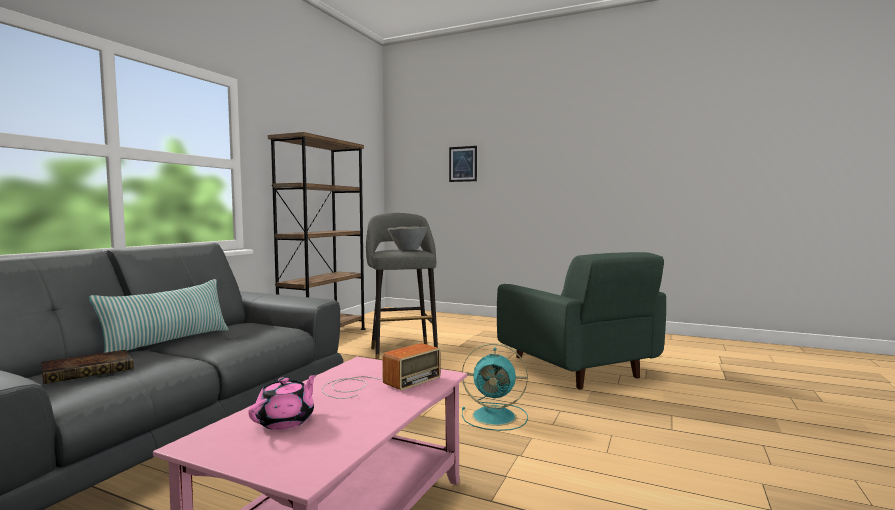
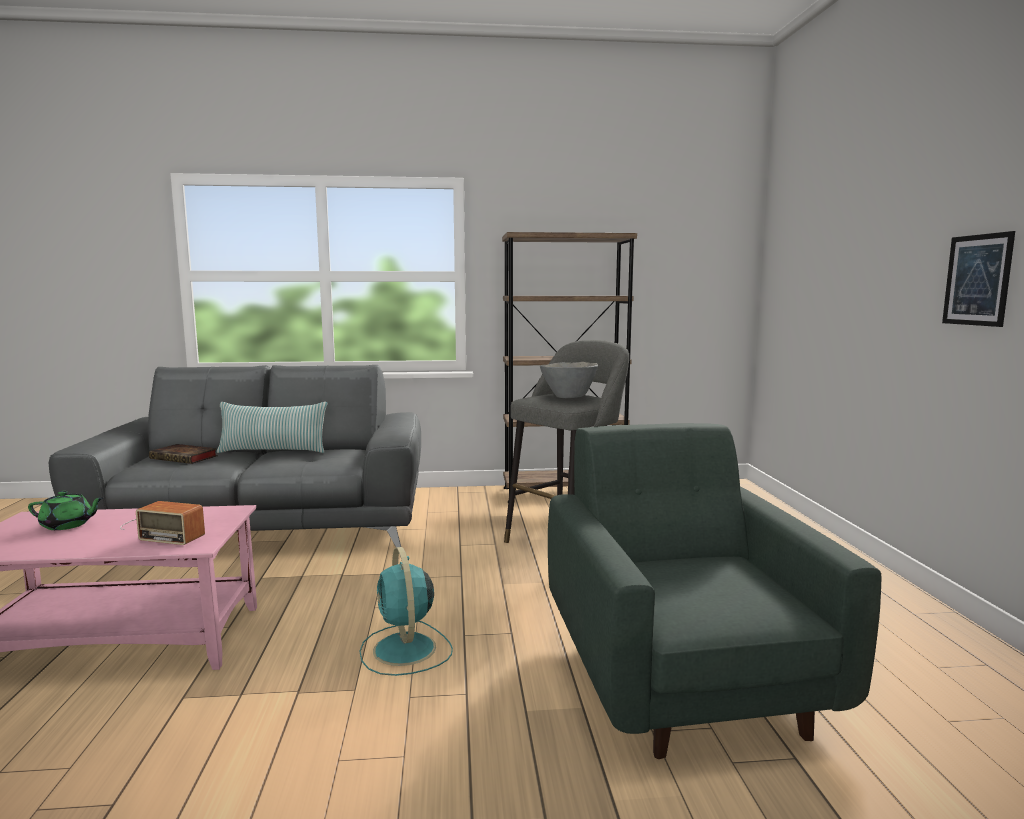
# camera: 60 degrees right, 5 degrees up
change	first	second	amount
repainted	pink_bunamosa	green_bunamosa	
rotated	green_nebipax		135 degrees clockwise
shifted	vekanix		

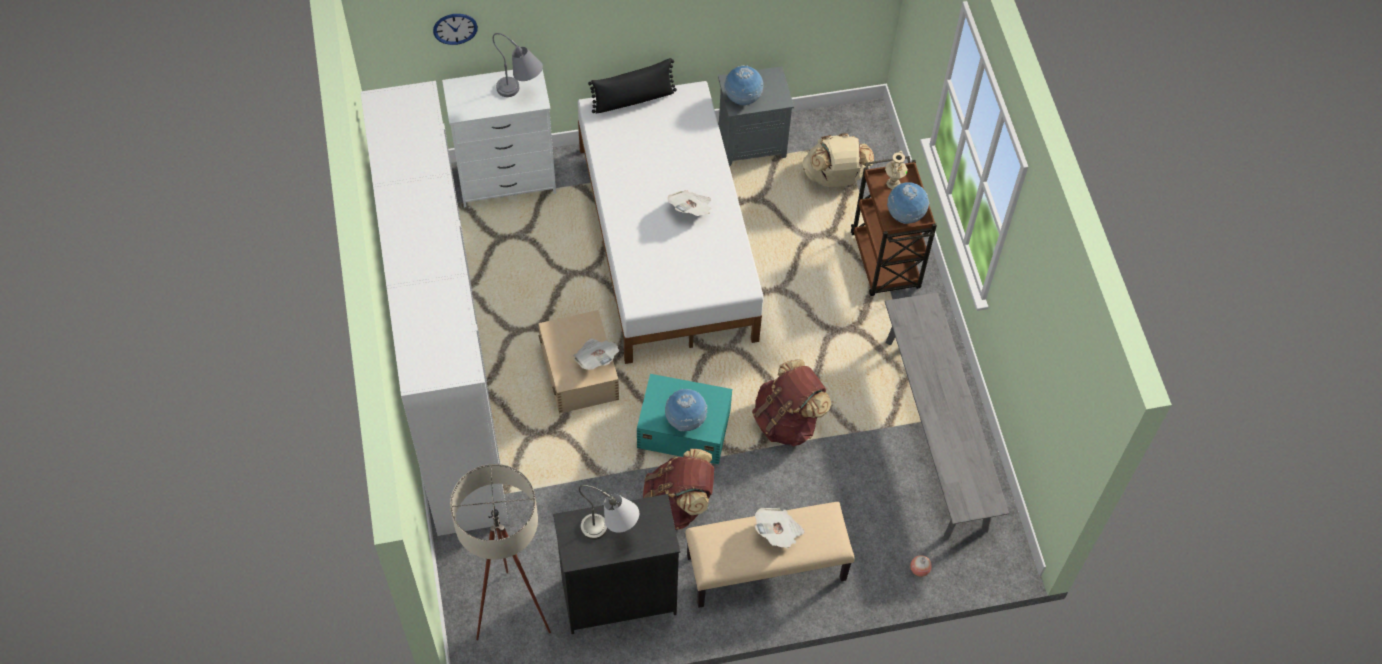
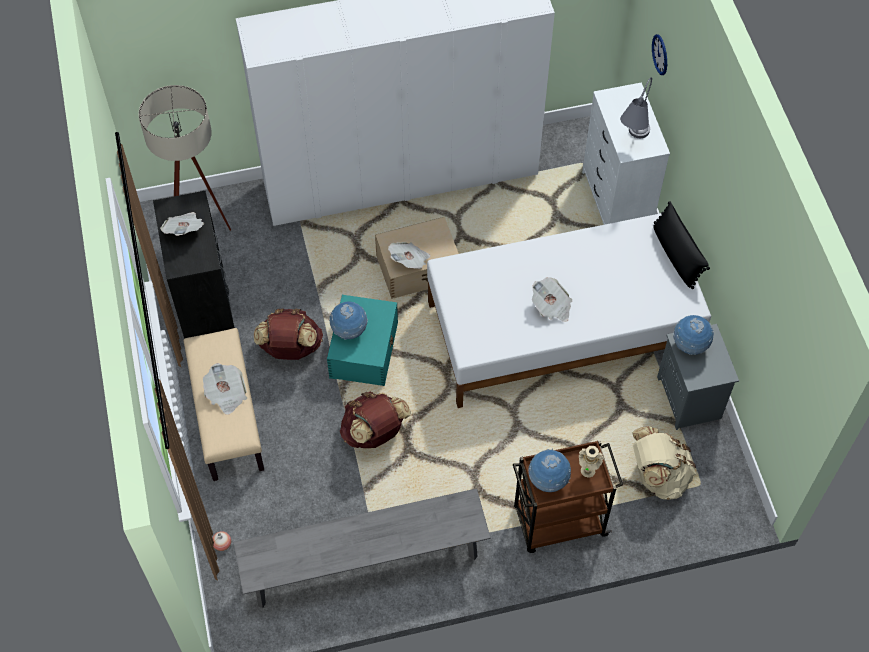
# camera: 90 degrees right, 0 degrees up
change	first	second	amount
swapped	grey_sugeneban (no. 2 from left)	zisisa (no. 1 from left)	

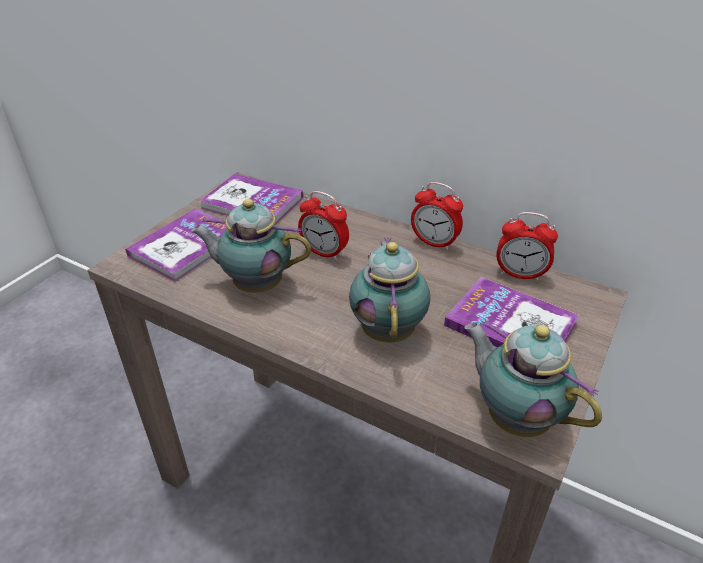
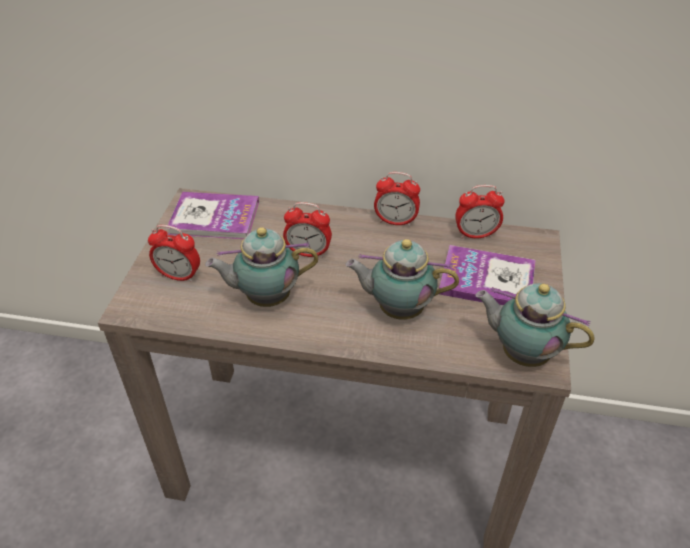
# camera: 20 degrees left, 5 degrees up
change	first	second	amount
swapped	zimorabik (no. 1 from left)	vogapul (no. 1 from left)	
rotated	bunamosa (no. 2 from left)		60 degrees counterclockwise

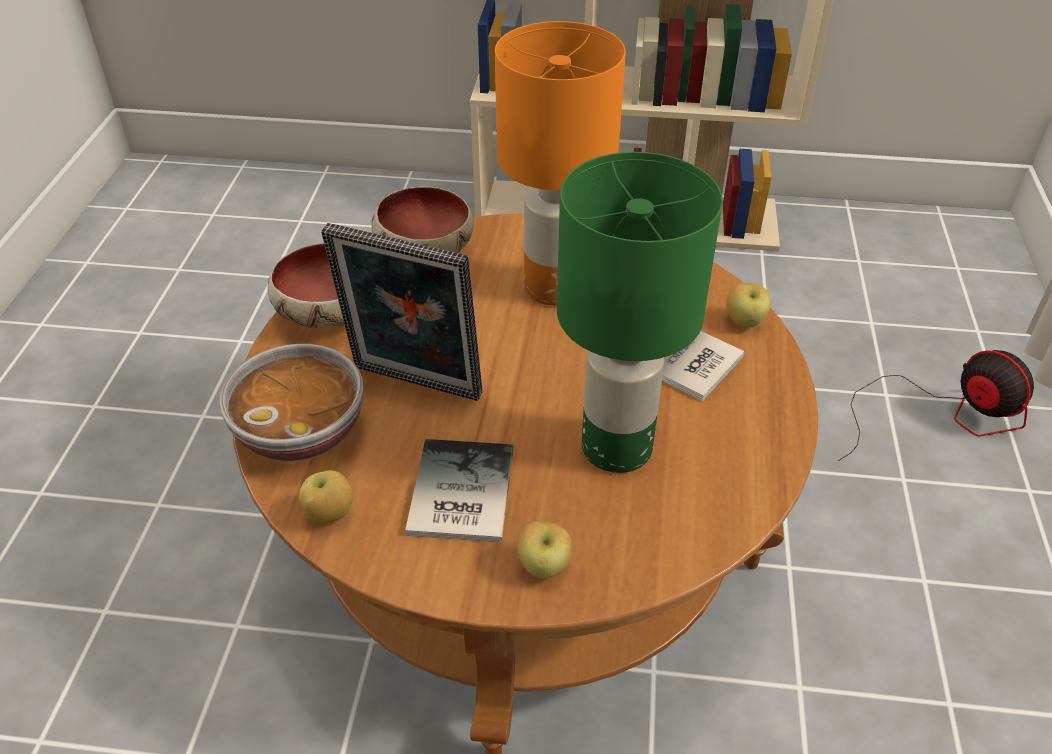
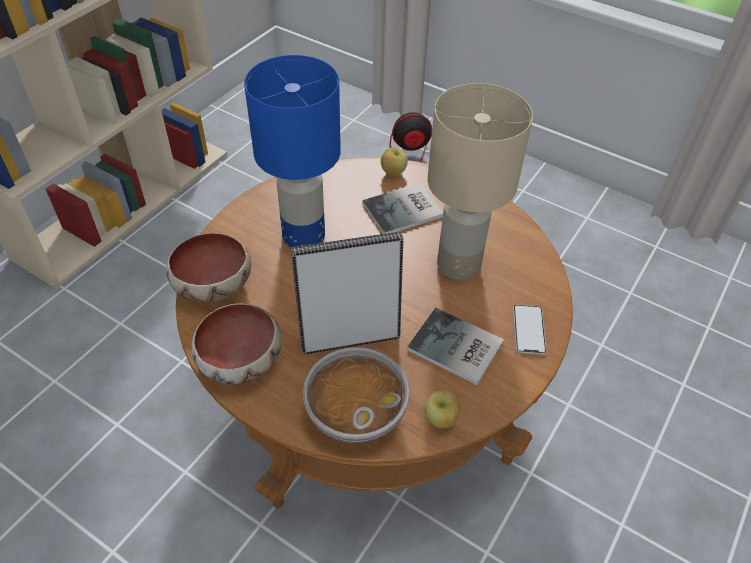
# camera: 65 degrees left, 5 degrees up
change	first	second	amount
repainted	orange_sugeneban	blue_sugeneban	
rotated	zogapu		150 degrees counterclockwise
repainted	green_sugeneban	beige_sugeneban	
swapped	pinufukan (no. 2 from left)	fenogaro	

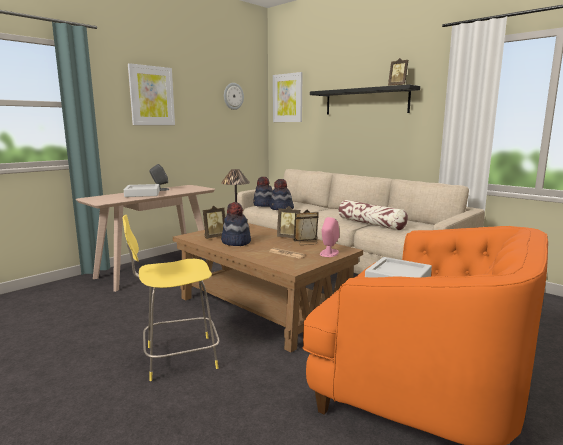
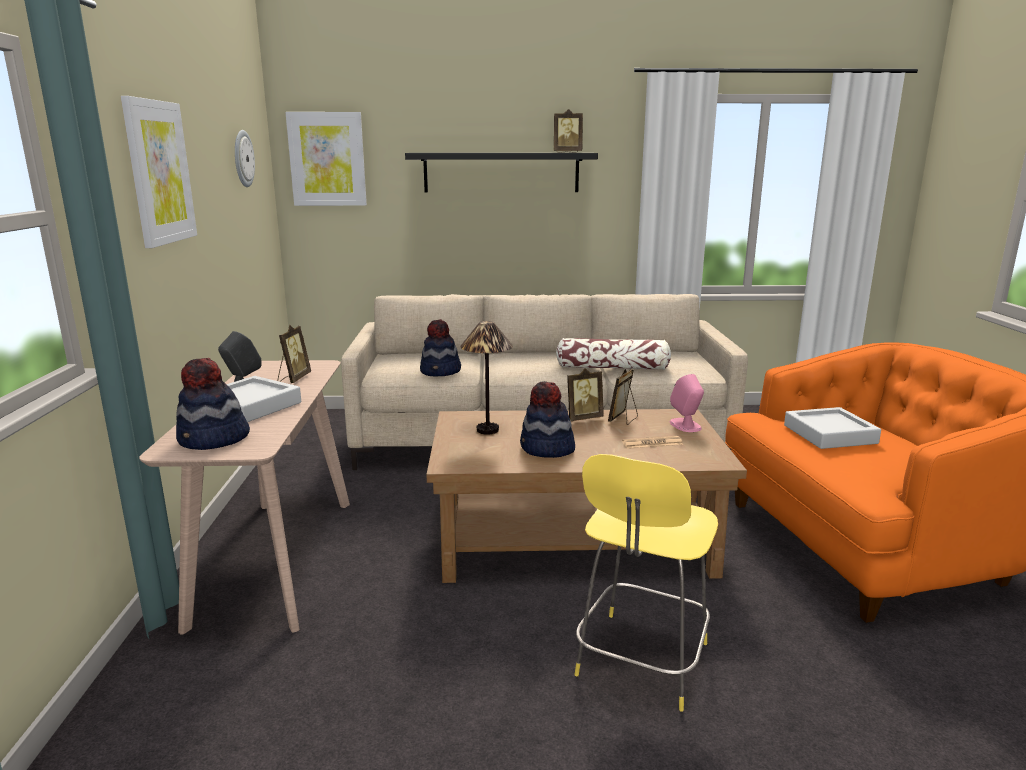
# camera: 45 degrees left, 5 degrees up
change	first	second	amount
shifted	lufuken (no. 2 from left in the first image)	lufuken (no. 1 from left)	
shifted	zogapu (no. 1 from left)		

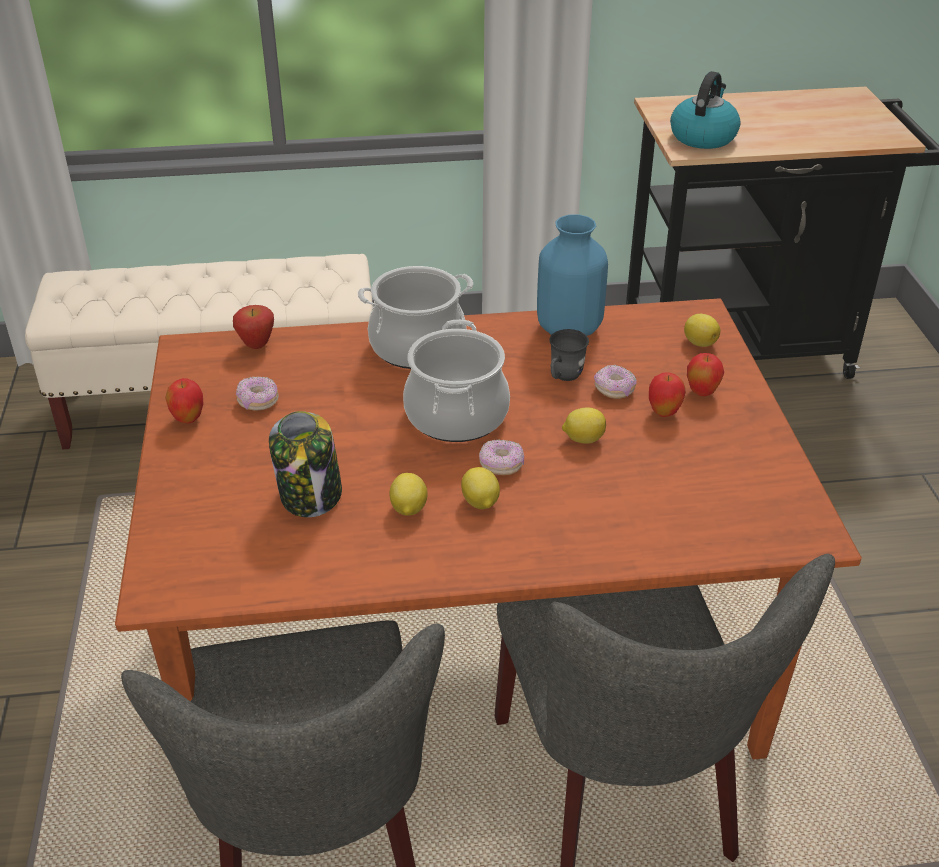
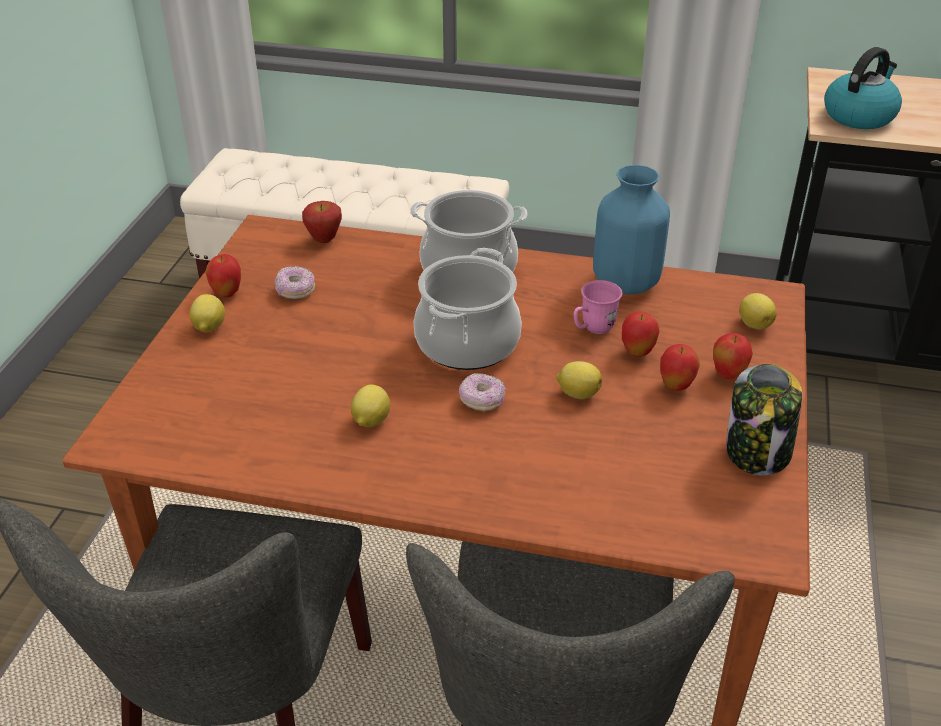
# camera: 20 degrees right, 0 degrees up
change	first	second	amount
shifted	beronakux (no. 2 from left in the first image)	beronakux (no. 1 from left)	
repainted	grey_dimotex	pink_dimotex	
swapped	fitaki (no. 3 from left)	pinufukan (no. 3 from left)	
shifted	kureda		

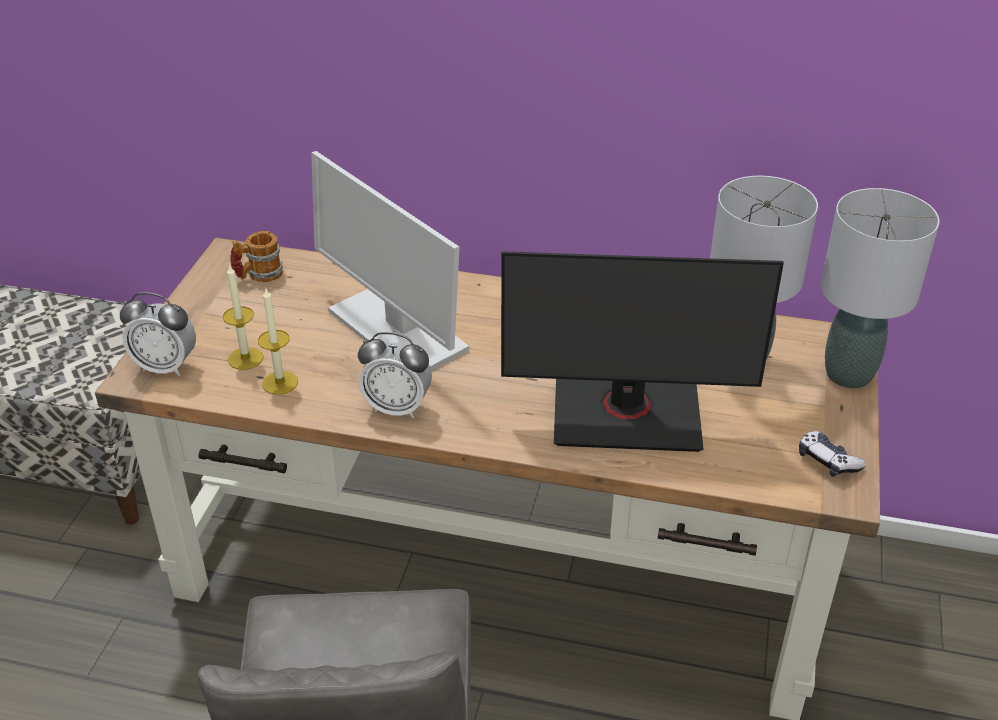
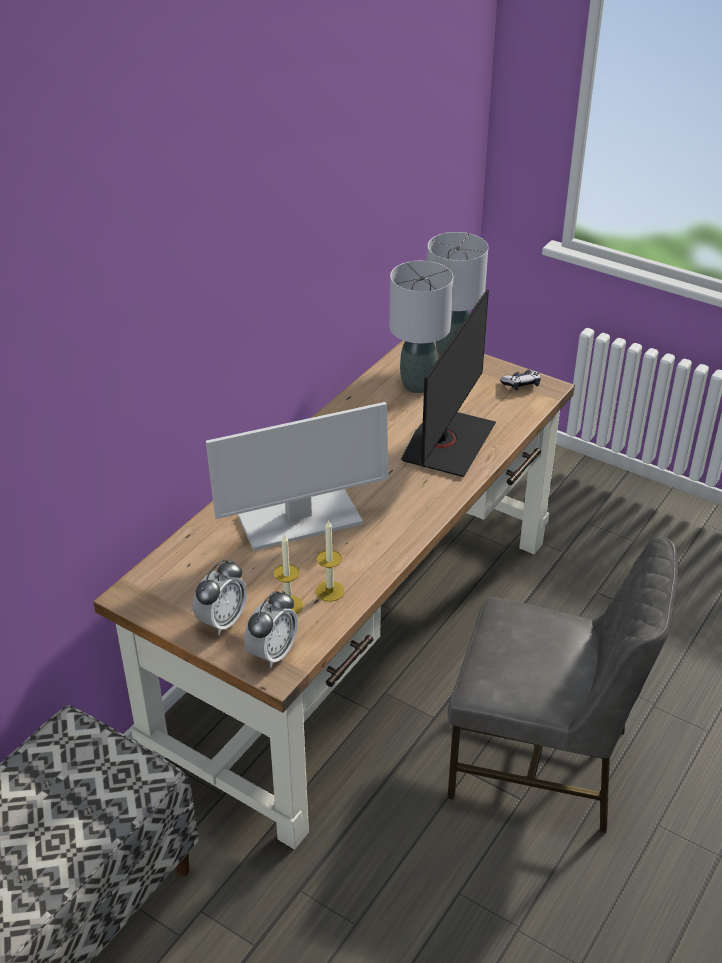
# camera: 70 degrees left, 0 degrees up
change	first	second	amount
shifted	vogapul (no. 2 from left in the first image)	vogapul (no. 1 from left)	
gone	dimotex		

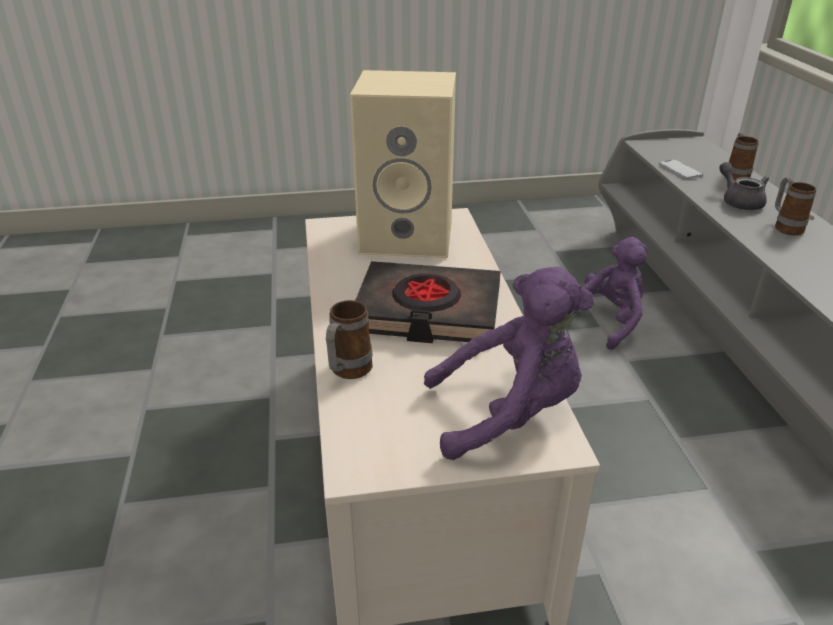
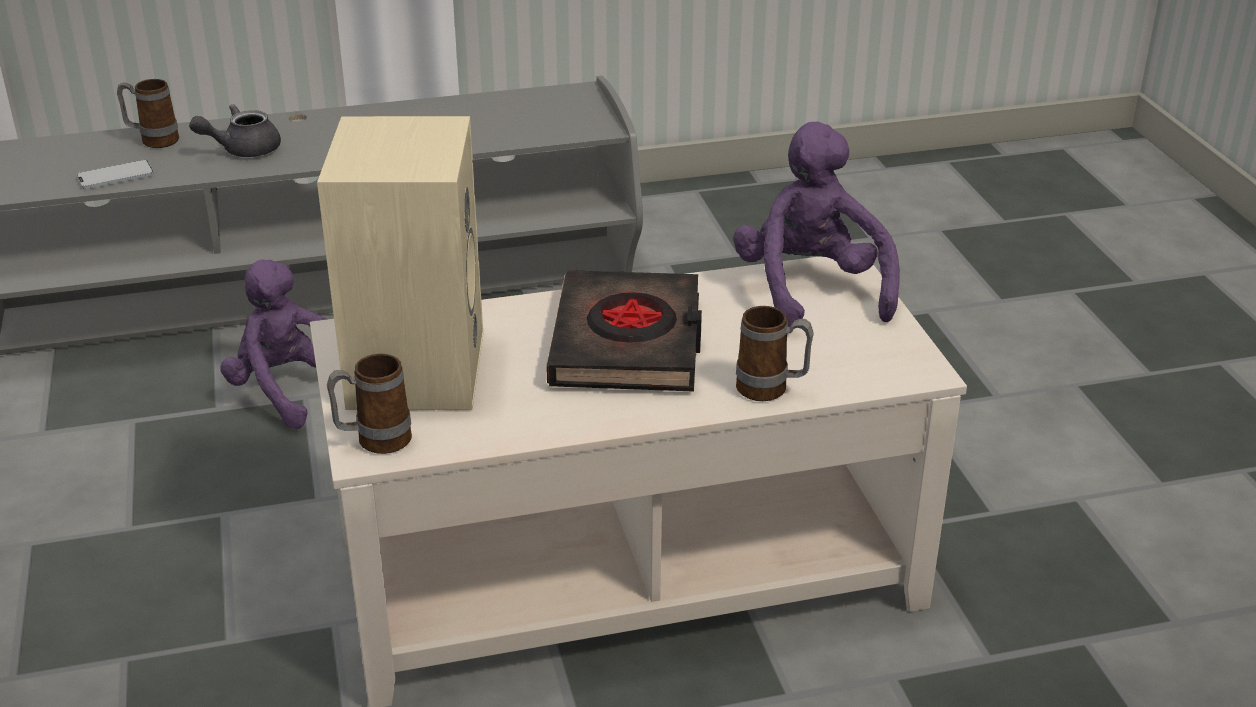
# camera: 95 degrees left, 0 degrees up
change	first	second	amount
shifted	dimotex (no. 3 from left in the first image)	dimotex (no. 2 from left)	

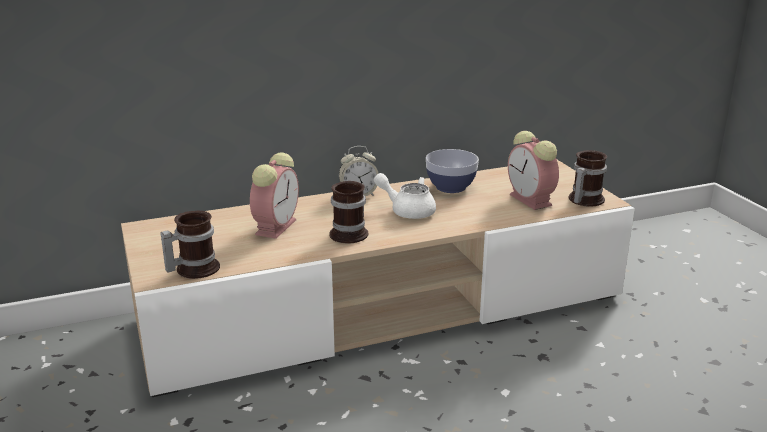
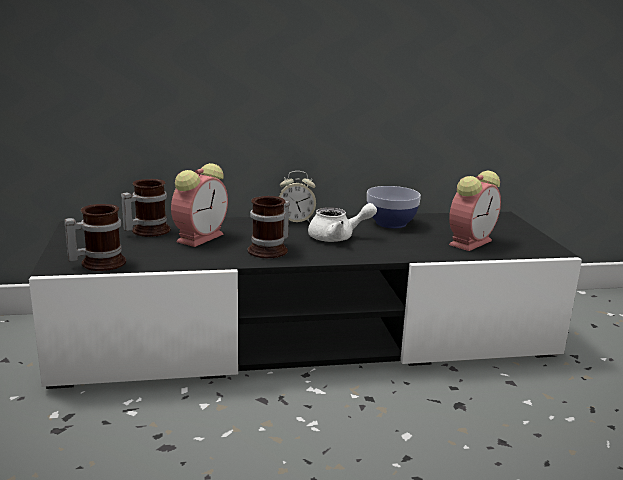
# camera: 10 degrees right, 5 degrees down
change	first	second	amount
repainted	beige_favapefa	black_favapefa	
shifted	dimotex (no. 3 from left in the first image)	dimotex (no. 2 from left)	
rotated	white_bunamosa		135 degrees clockwise
rotated	vogapul (no. 3 from left)		120 degrees counterclockwise

